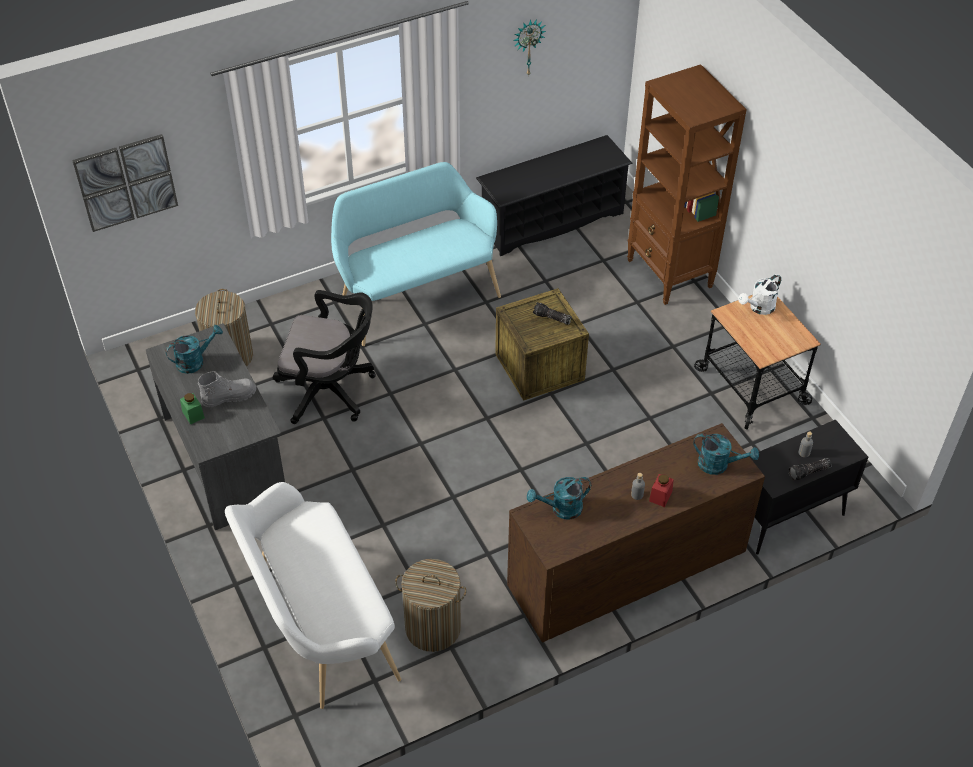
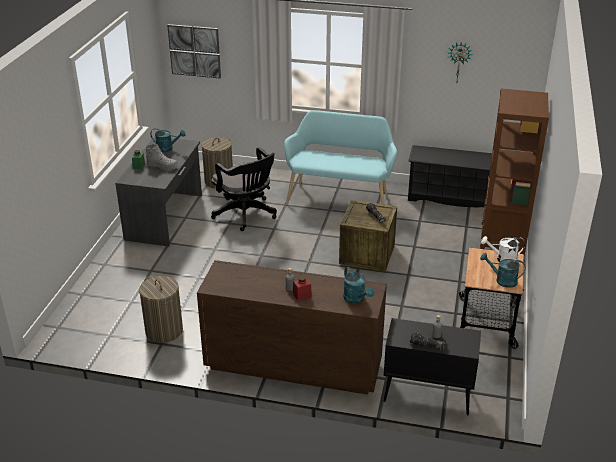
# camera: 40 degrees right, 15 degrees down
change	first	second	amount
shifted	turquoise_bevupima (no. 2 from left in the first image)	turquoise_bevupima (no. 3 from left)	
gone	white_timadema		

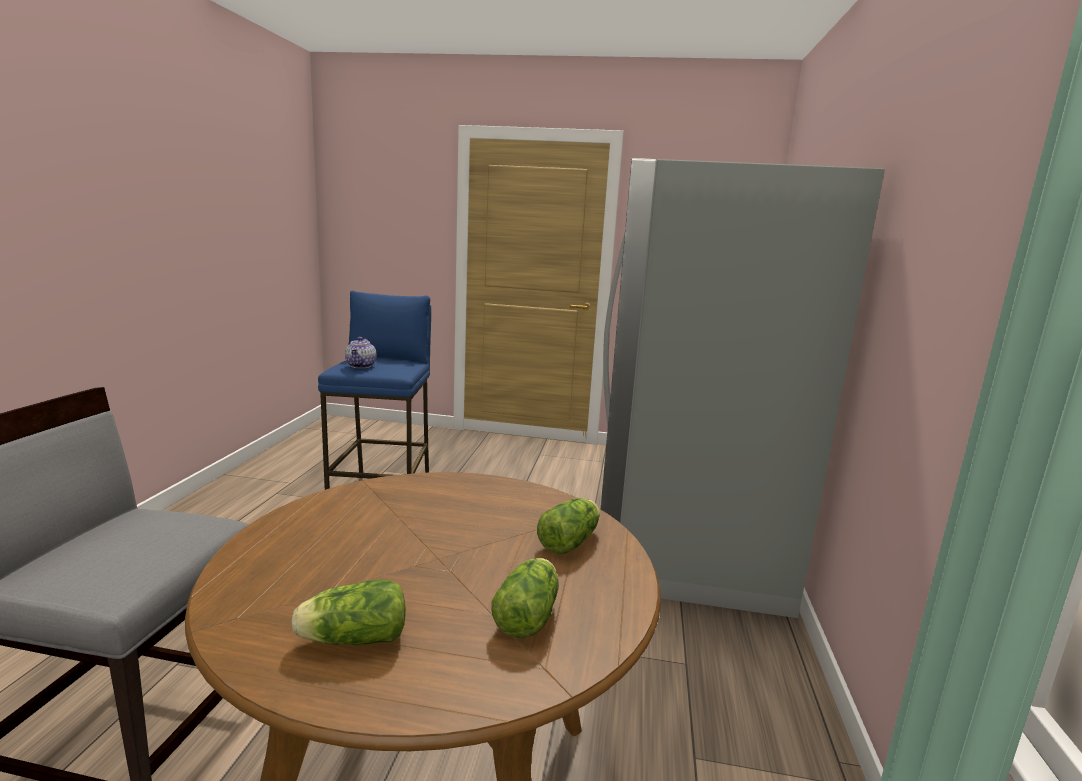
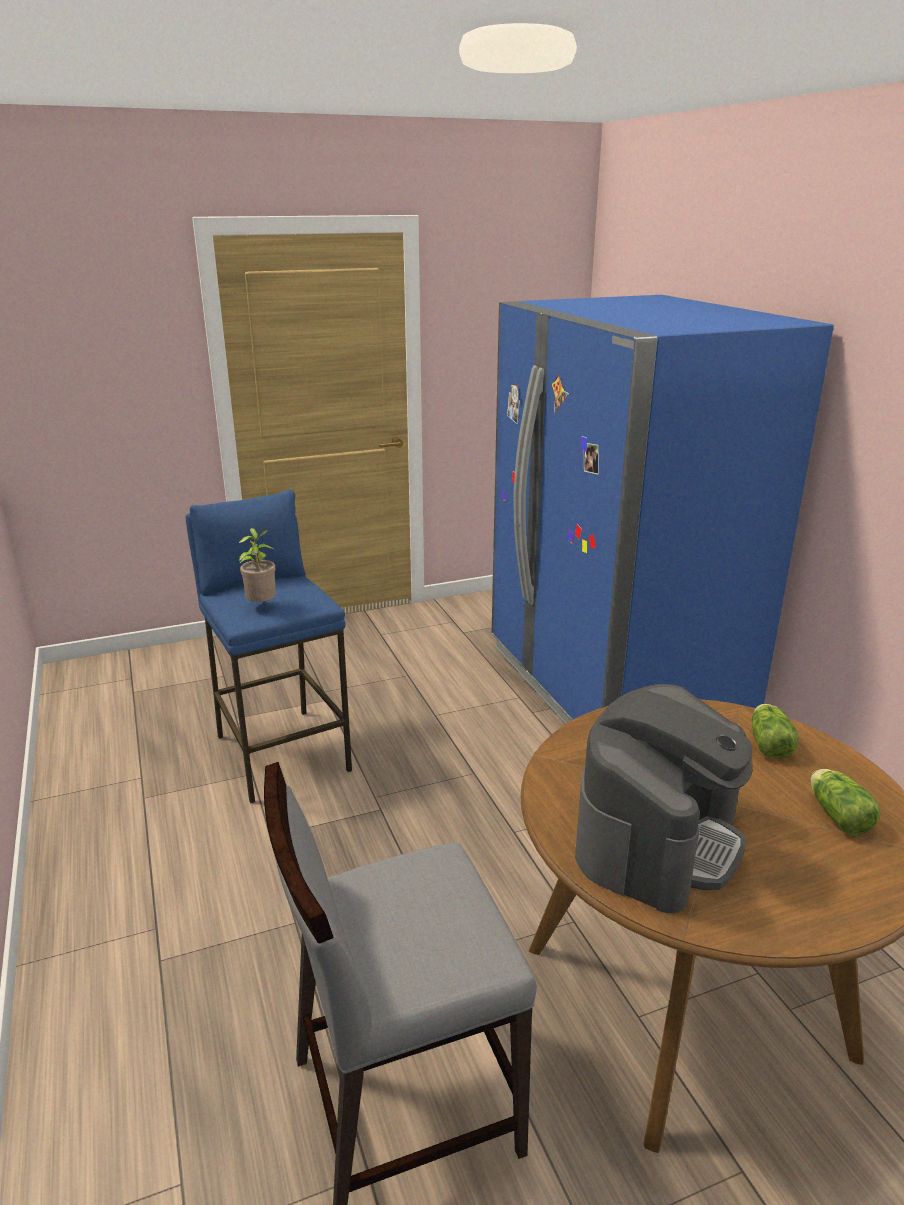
# camera: 30 degrees left, 10 degrees up
change	first	second	amount
swapped	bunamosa	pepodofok	
repainted	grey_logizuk	blue_logizuk	
new		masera	
gone	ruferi (no. 1 from left)		

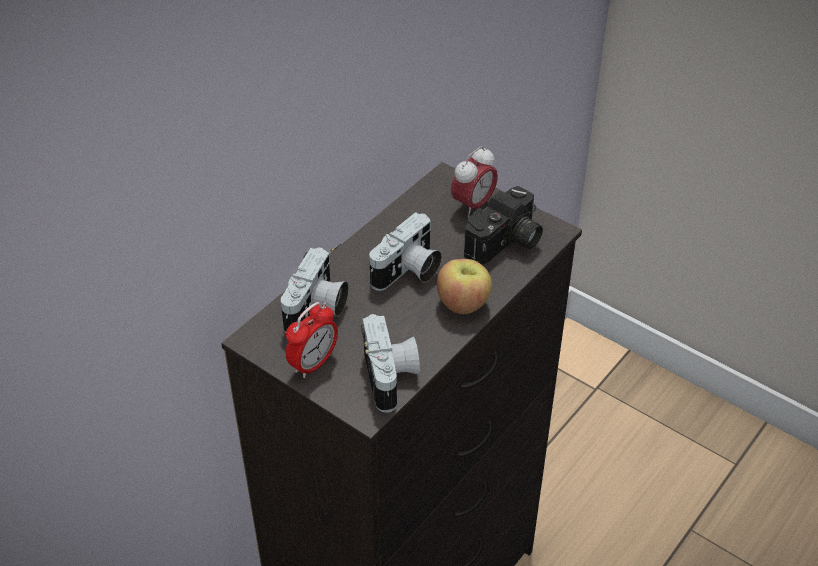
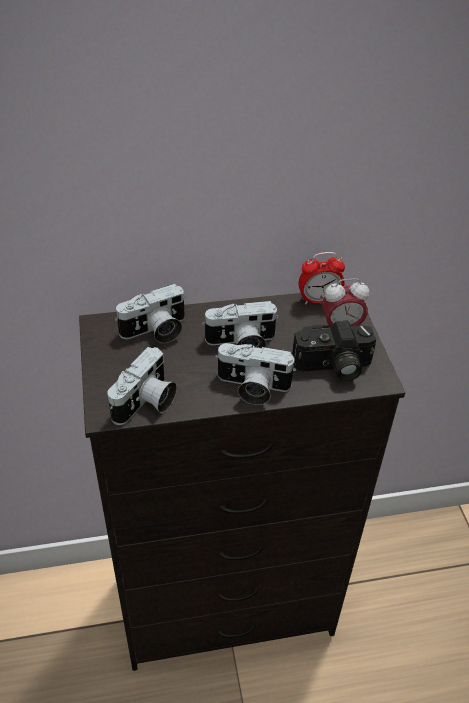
# camera: 40 degrees right, 0 degrees up
change	first	second	amount
swapped	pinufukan	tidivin (no. 4 from left)	
shifted	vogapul (no. 1 from left)		

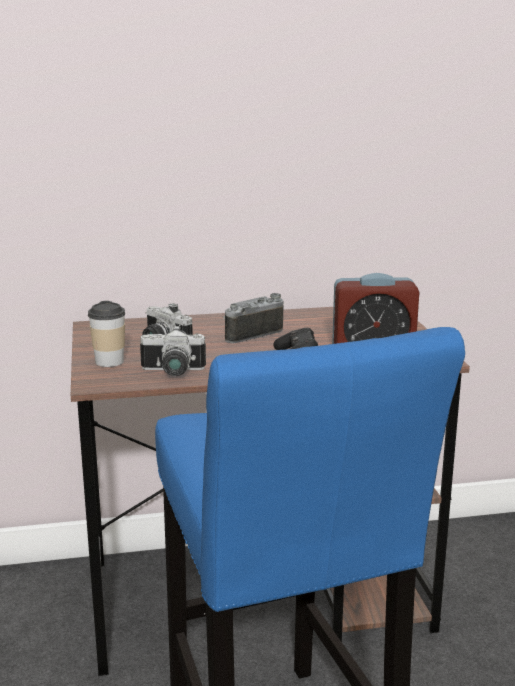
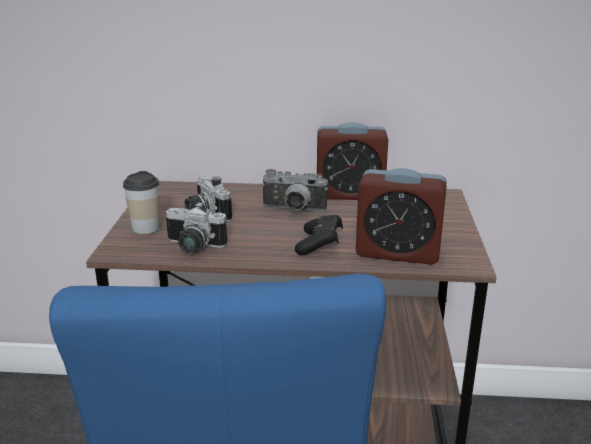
# camera: 15 degrees right, 5 degrees up
change	first	second	amount
rotated	tidivin (no. 3 from left)		150 degrees counterclockwise
new		vogapul (no. 1 from left)	

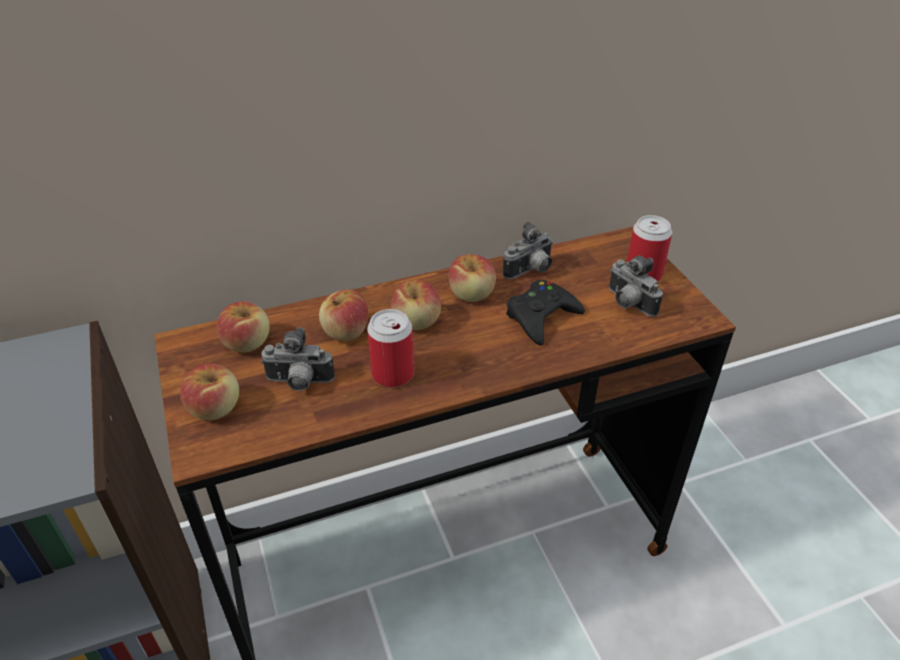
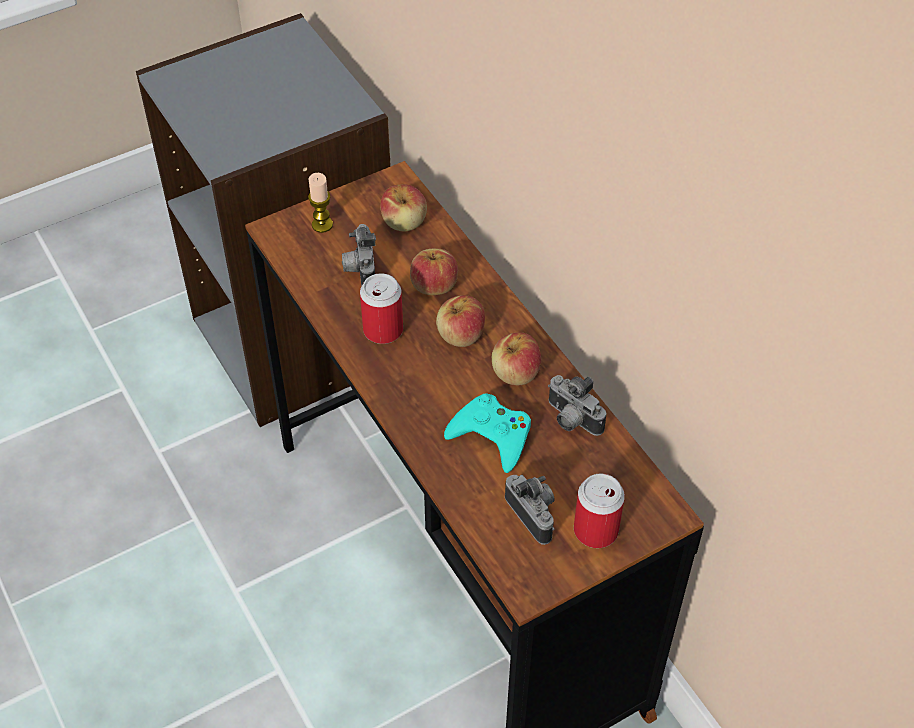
# camera: 80 degrees right, 10 degrees up
change	first	second	amount
swapped	pinufukan (no. 1 from left)	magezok	
repainted	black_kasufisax	turquoise_kasufisax	
rotated	tidivin (no. 3 from left in the first image)	tidivin (no. 2 from left)	105 degrees clockwise

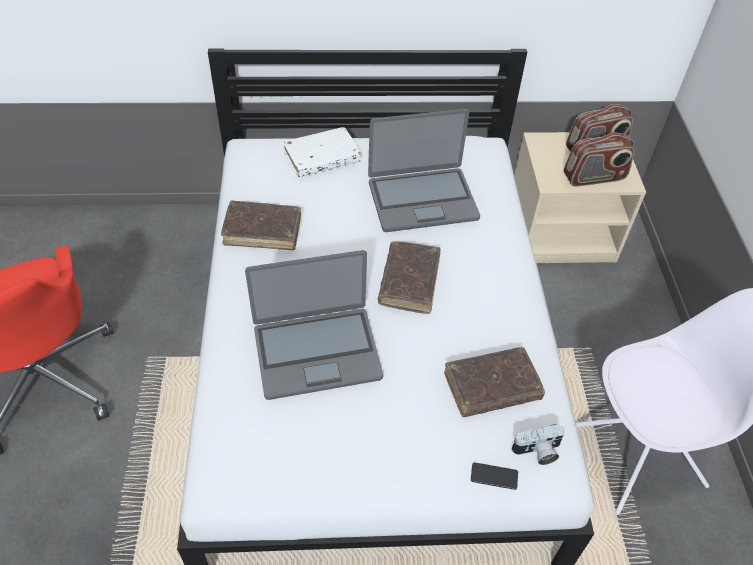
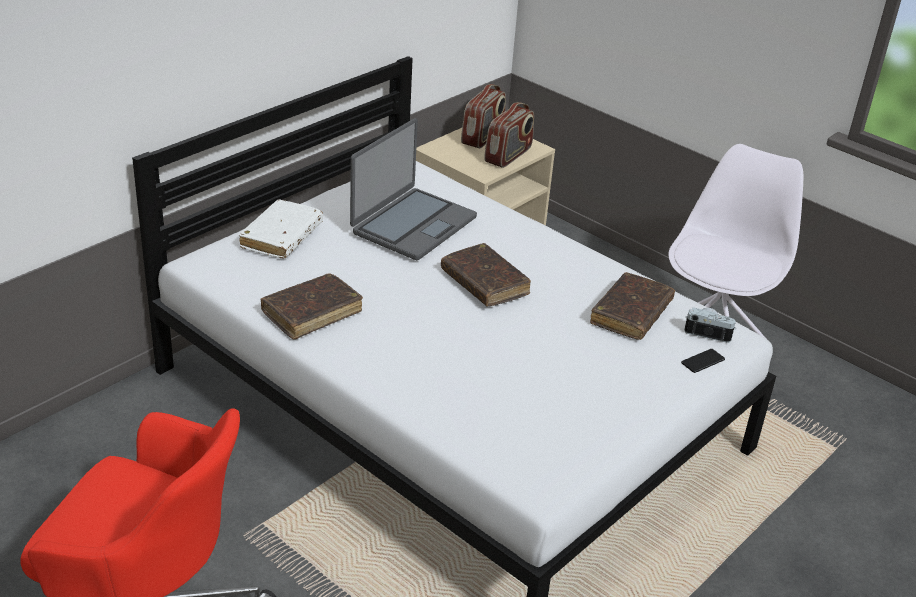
# camera: 45 degrees left, 15 degrees down
change	first	second	amount
rotated	tidivin		105 degrees counterclockwise
gone	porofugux (no. 1 from left)		

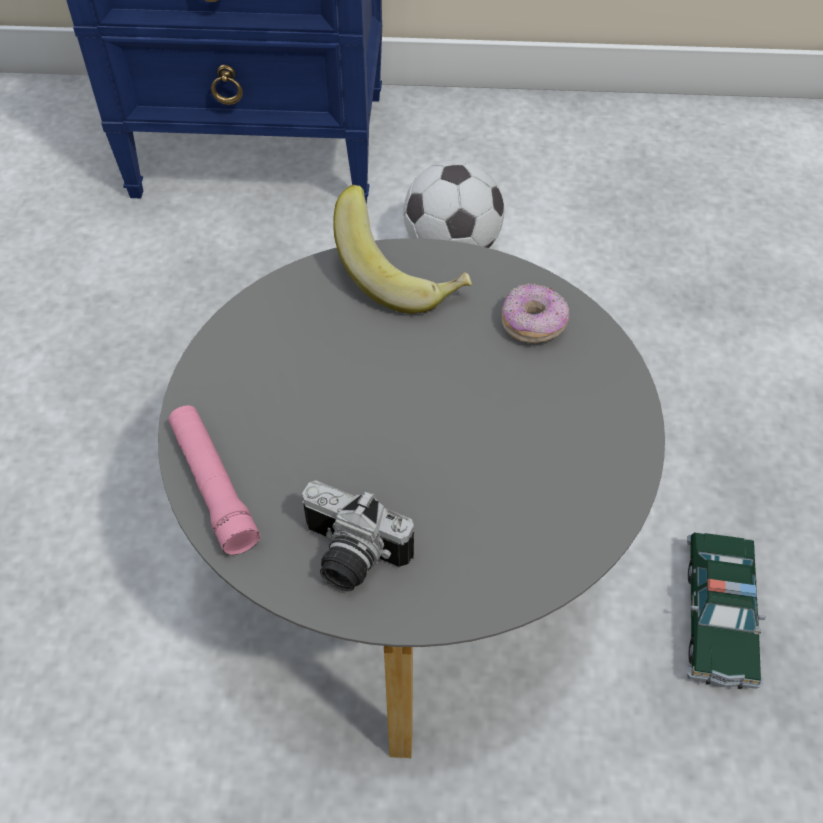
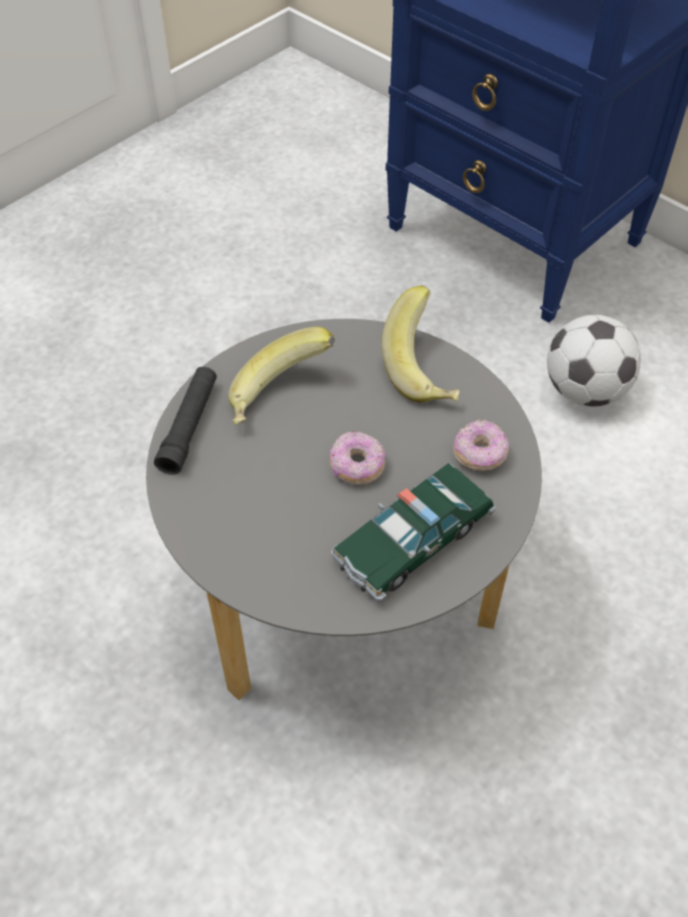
# camera: 40 degrees right, 0 degrees up
change	first	second	amount
repainted	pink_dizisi	black_dizisi	
new		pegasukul (no. 1 from left)	
new		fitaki (no. 1 from left)	
shifted	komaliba		
gone	tidivin		

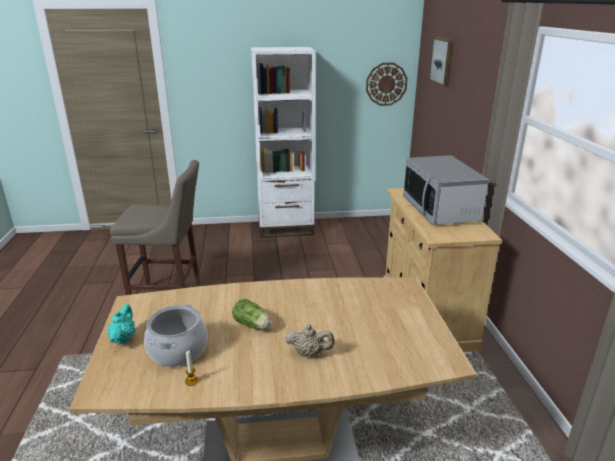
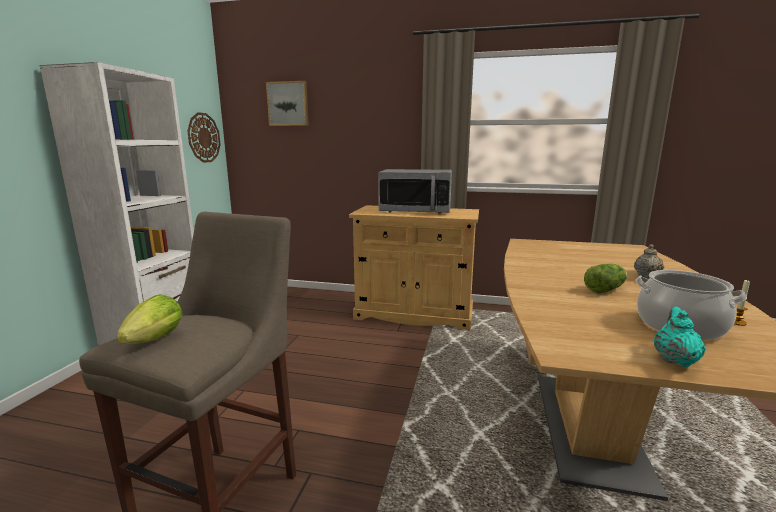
# camera: 70 degrees left, 10 degrees down
change	first	second	amount
new		ruferi (no. 1 from left)	
rotated	turquoise_bunamosa		90 degrees clockwise

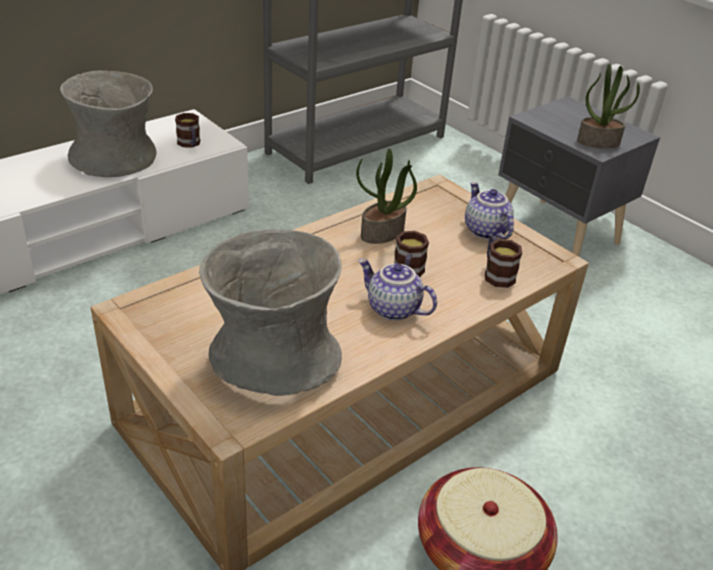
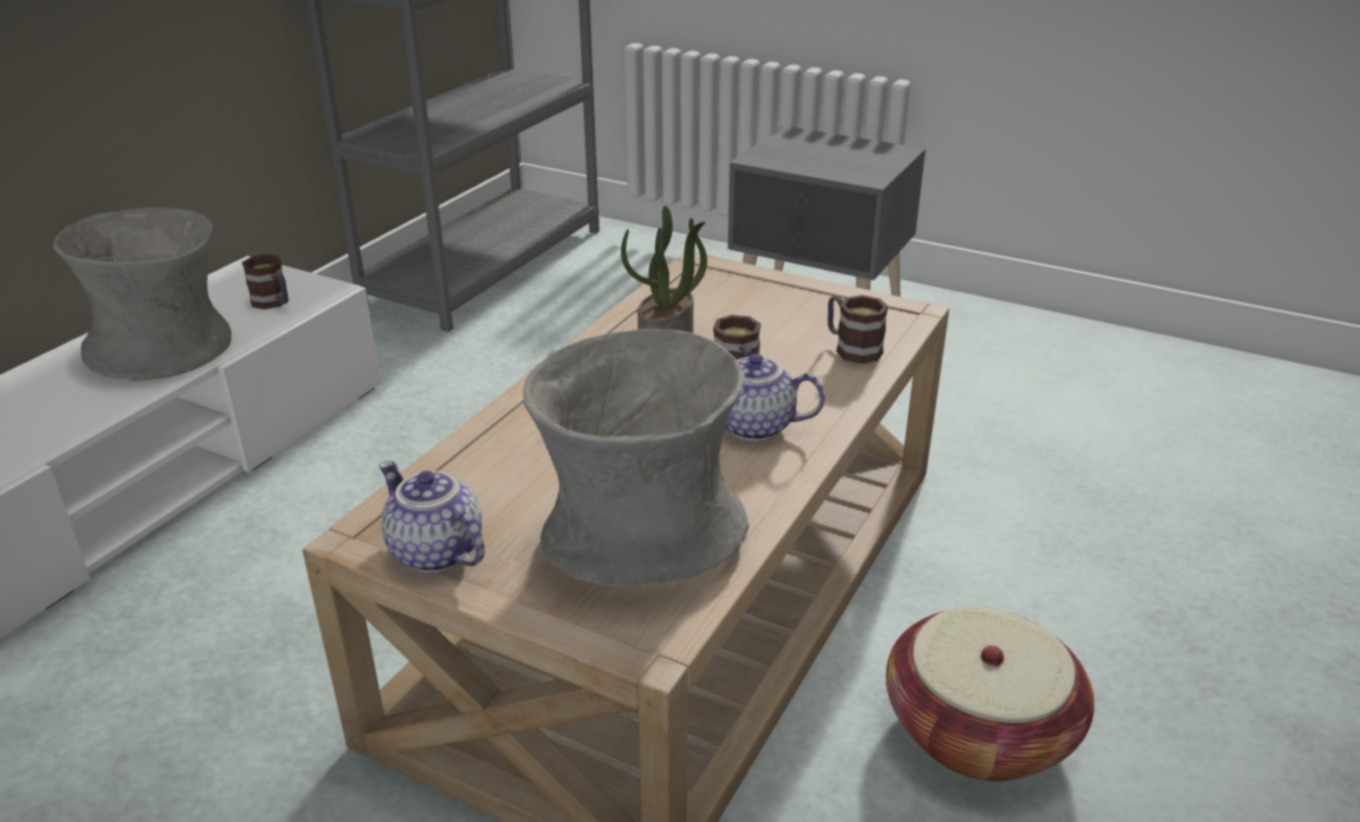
# camera: 20 degrees left, 5 degrees down
change	first	second	amount
shifted	bunamosa (no. 2 from left in the first image)	bunamosa (no. 1 from left)	
gone	pepodofok (no. 2 from left)		

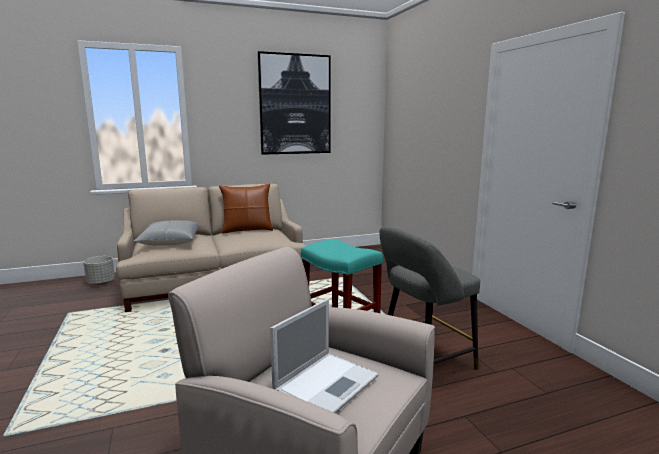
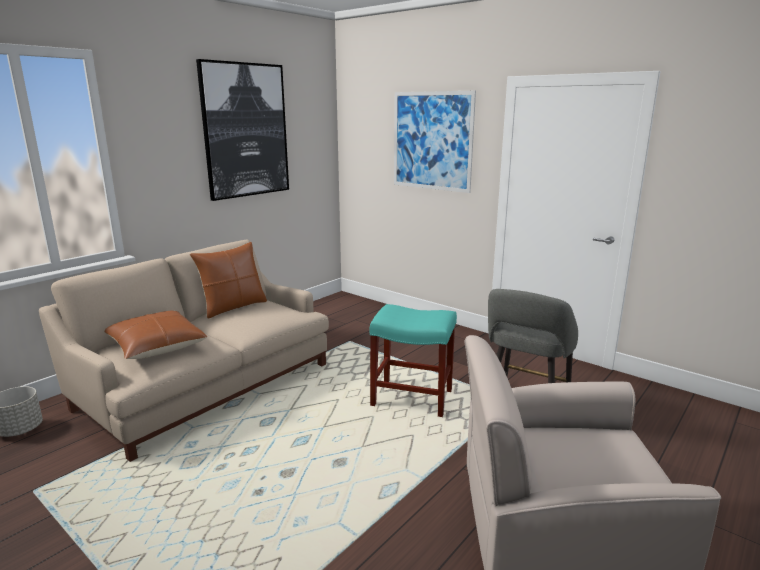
# camera: 30 degrees left, 5 degrees up
change	first	second	amount
repainted	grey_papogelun	brown_papogelun (no. 1 from left)	
new		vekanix (no. 2 from left)	
gone	porofugux		

